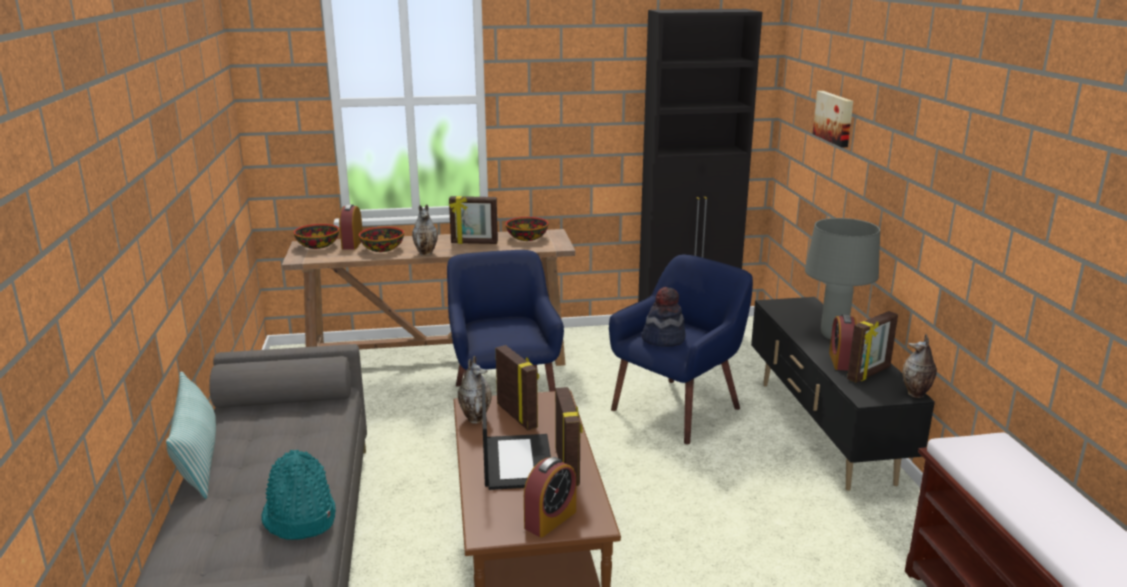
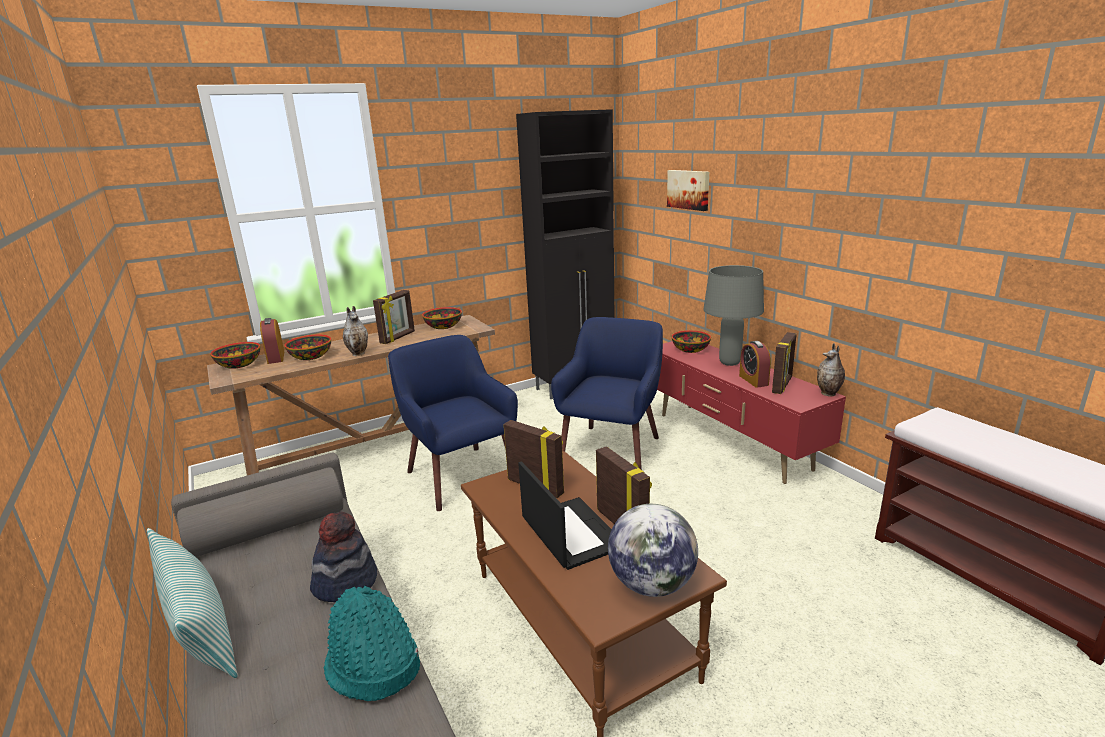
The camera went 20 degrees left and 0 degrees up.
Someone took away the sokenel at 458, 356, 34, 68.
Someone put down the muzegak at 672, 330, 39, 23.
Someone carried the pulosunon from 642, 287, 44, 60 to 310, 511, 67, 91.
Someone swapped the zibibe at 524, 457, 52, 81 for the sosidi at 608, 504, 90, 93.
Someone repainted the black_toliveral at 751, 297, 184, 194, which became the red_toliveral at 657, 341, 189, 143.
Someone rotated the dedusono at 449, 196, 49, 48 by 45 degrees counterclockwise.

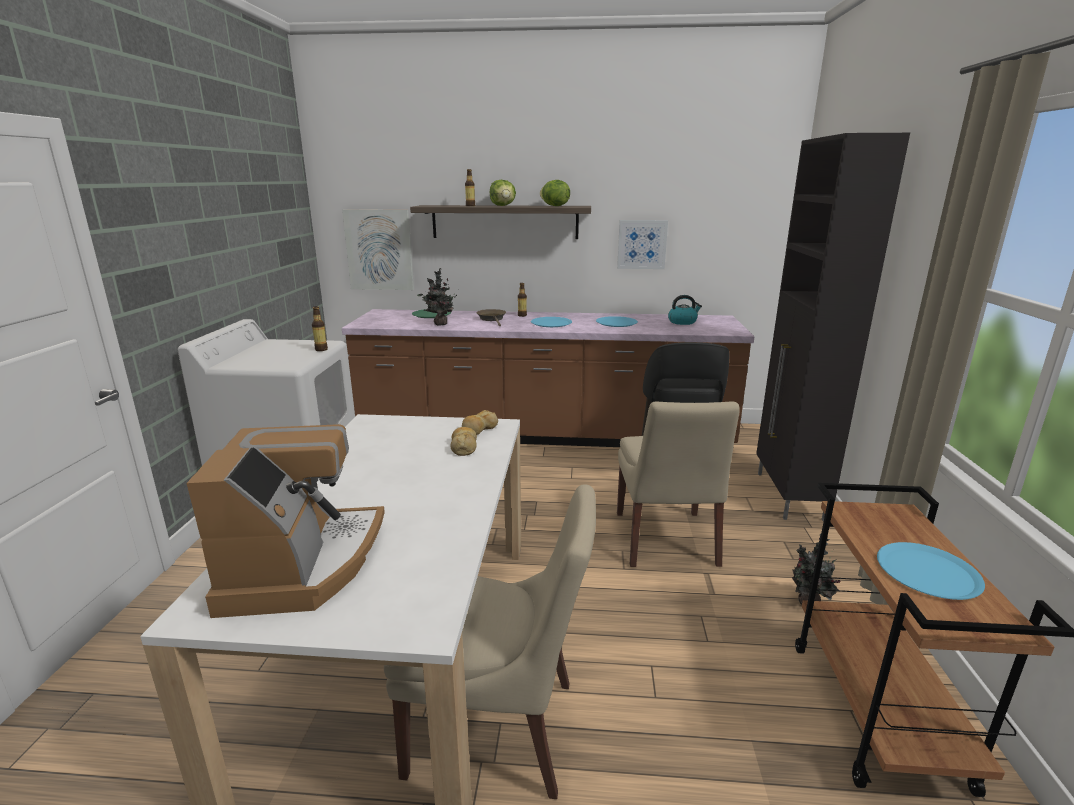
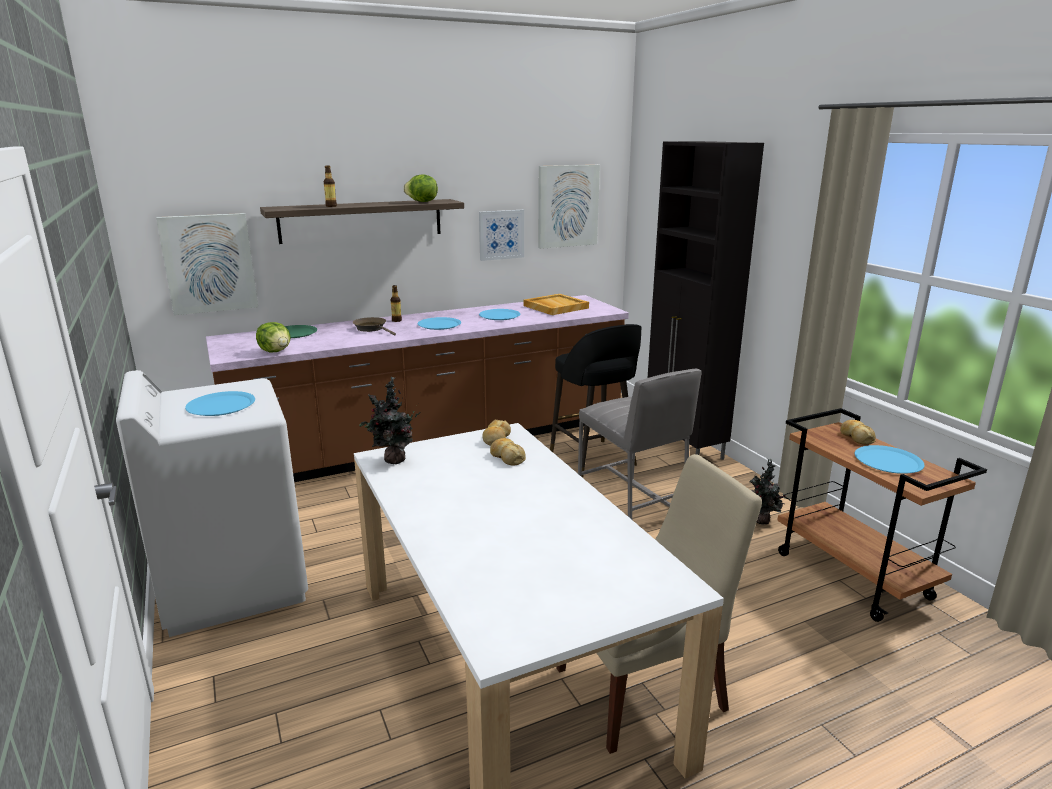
The camera went 30 degrees left and 0 degrees up.
Someone took away the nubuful at 186, 424, 199, 194.
Someone took away the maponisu at 312, 306, 16, 45.
Someone put down the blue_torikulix at 185, 391, 70, 25.
Someone put up the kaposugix at 538, 165, 62, 84.
Someone put down the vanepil at 840, 420, 36, 25.
Someone carried the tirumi from 417, 268, 40, 58 to 359, 377, 61, 87.
Someone carried the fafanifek from 490, 180, 26, 26 to 256, 322, 35, 31.
Someone swapped the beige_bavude at 617, 402, 123, 165 for the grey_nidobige at 578, 369, 124, 150.
Someone swapped the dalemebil at 668, 295, 34, 30 for the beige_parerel at 524, 294, 65, 21.

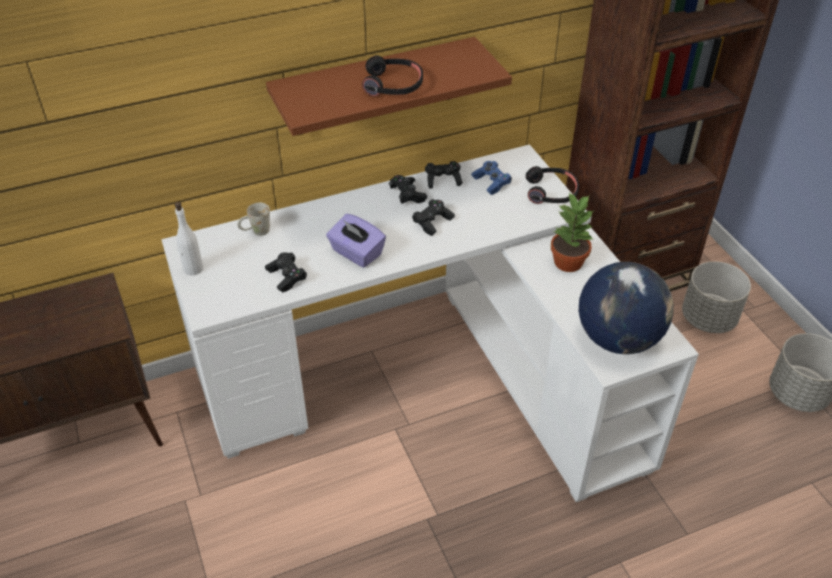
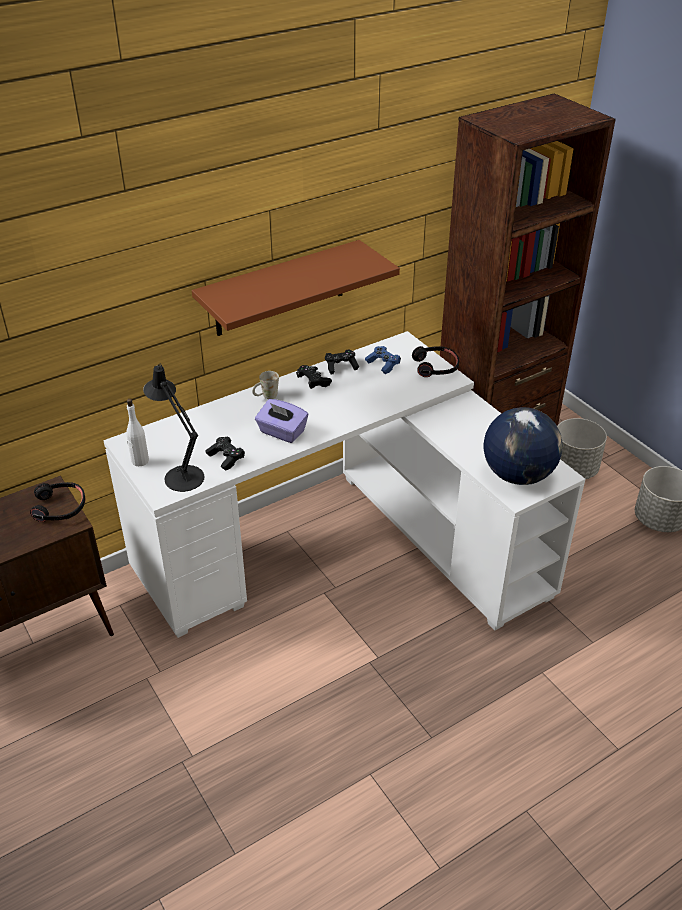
The camera went 10 degrees left and 5 degrees down.
Someone took away the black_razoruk at 412, 199, 43, 37.
Someone took away the tirumi at 551, 192, 42, 80.
Someone put down the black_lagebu at 143, 364, 62, 128.
Someone carried the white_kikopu from 237, 203, 33, 33 to 252, 371, 27, 28.
Someone carried the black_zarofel from 362, 56, 61, 41 to 30, 482, 55, 40.

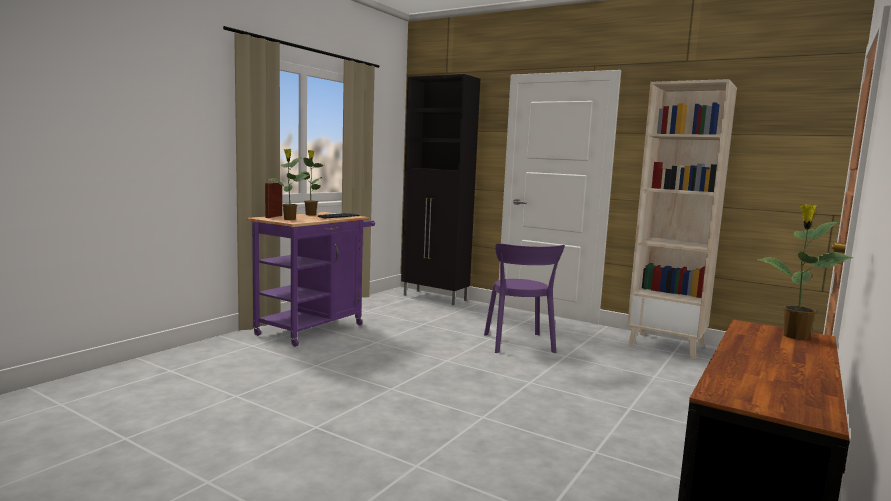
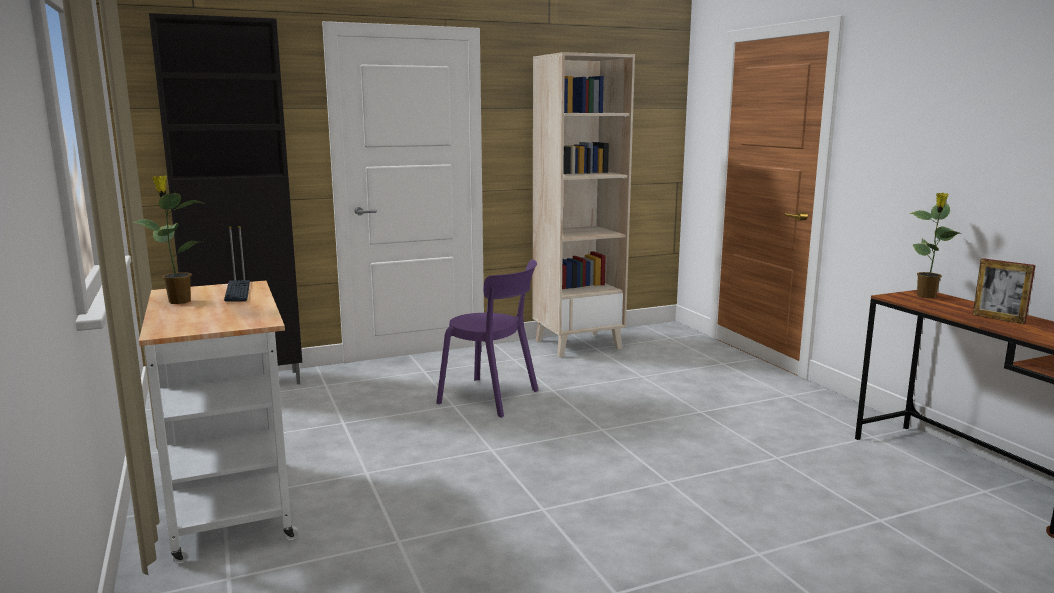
The camera went 55 degrees left and 5 degrees up.
Someone took away the tirumi at 268, 149, 42, 71.
Someone carried the dedusono from 265, 182, 17, 36 to 973, 258, 63, 66.
Someone repainted the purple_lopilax at 247, 212, 128, 135, which became the white_lopilax at 139, 281, 160, 283.

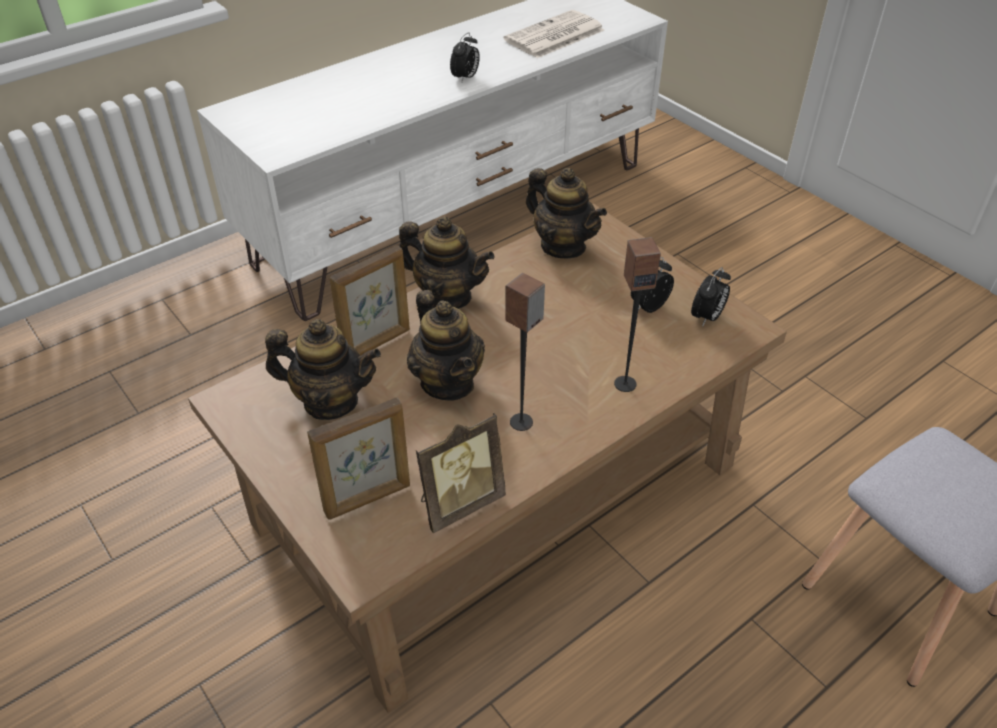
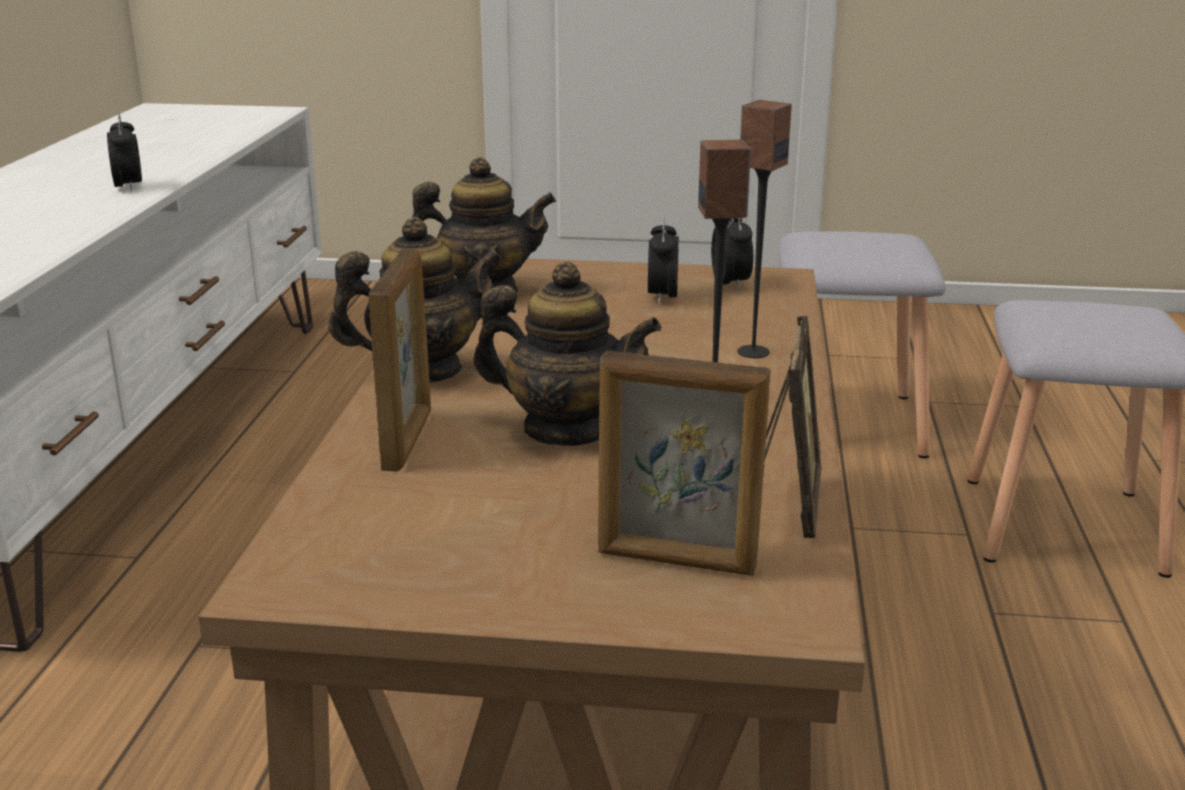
The camera went 45 degrees left and 20 degrees down.
Someone took away the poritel at 265, 319, 116, 101.
Someone took away the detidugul at 504, 10, 100, 48.
Someone put down the grey_nidobige at 779, 231, 167, 227.
Someone rotated the dedusono at 307, 397, 103, 123 by 90 degrees clockwise.

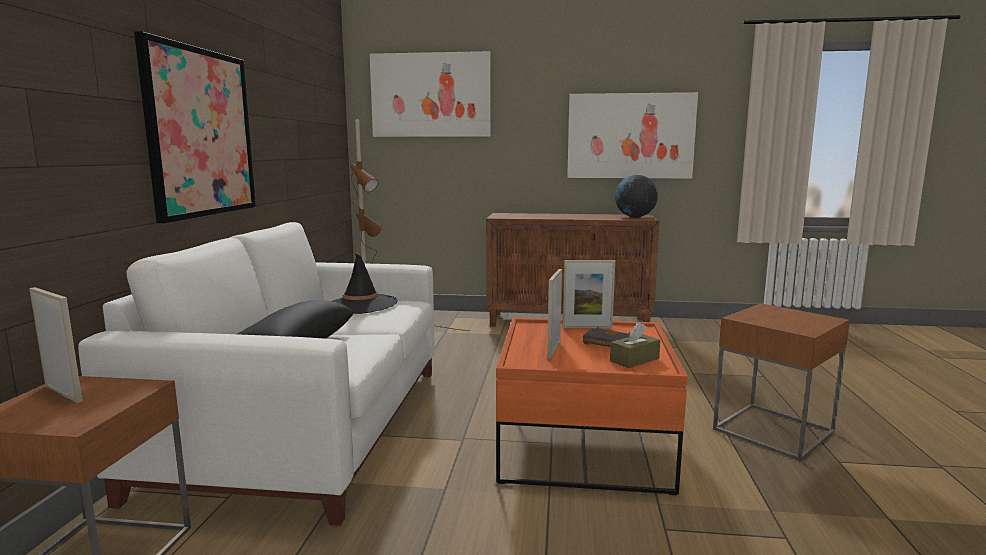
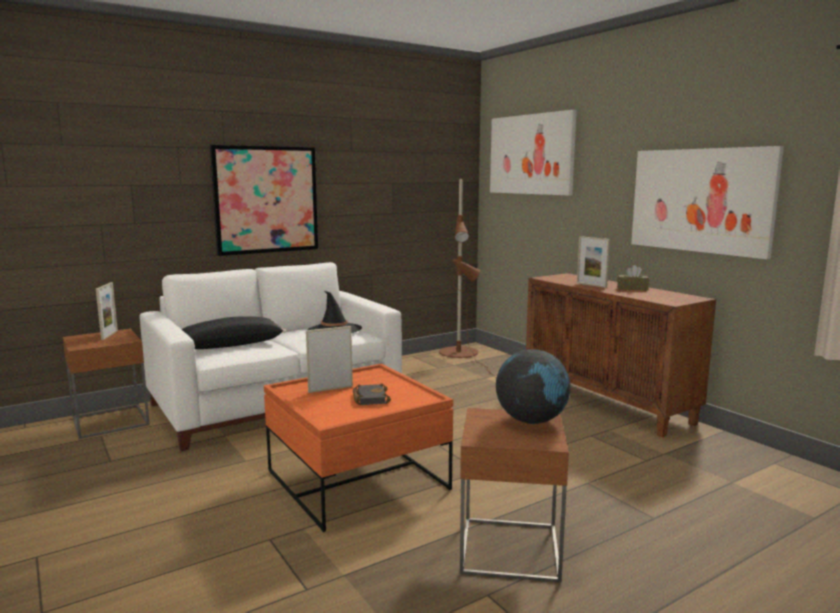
The camera went 50 degrees right and 0 degrees up.
Someone carried the dedusono from 563, 260, 52, 68 to 577, 236, 33, 52.
Someone carried the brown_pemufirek from 610, 322, 50, 46 to 617, 265, 32, 26.
Someone carried the sosidi from 615, 175, 43, 43 to 496, 349, 75, 75.

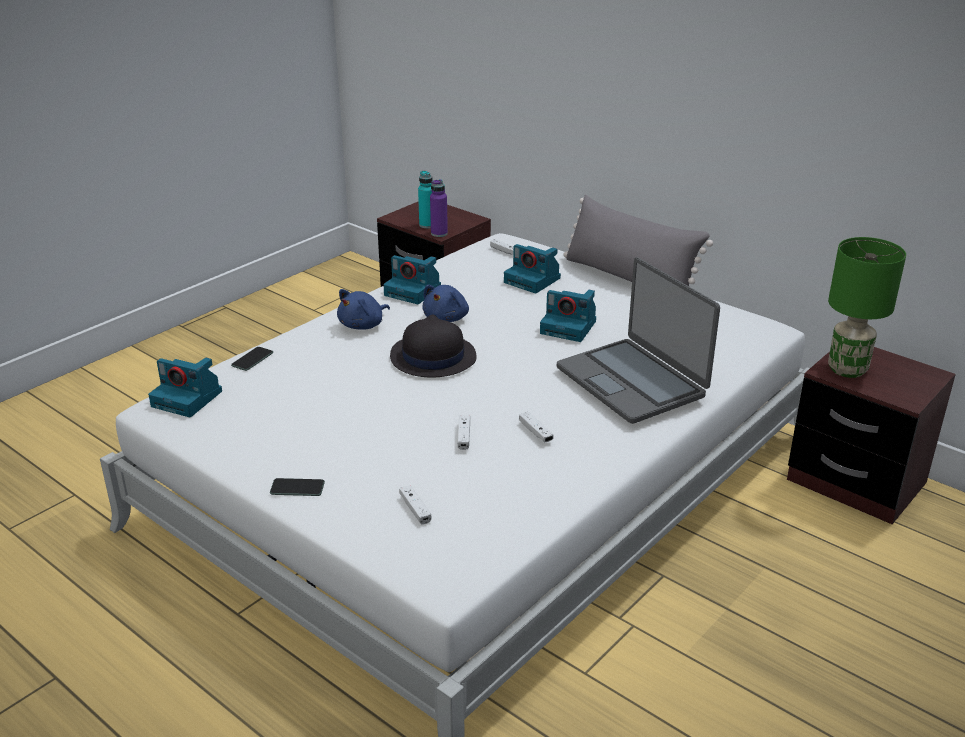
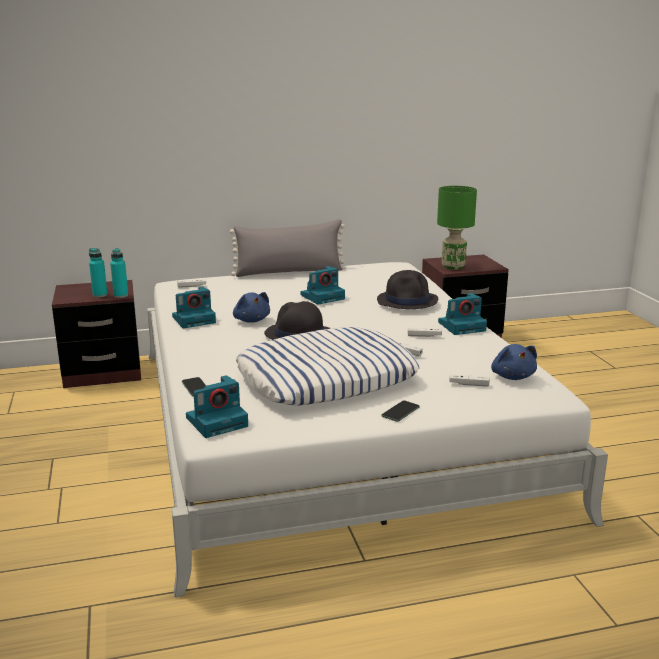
The camera went 55 degrees left and 10 degrees down.
Someone put down the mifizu at 236, 327, 184, 78.
Someone carried the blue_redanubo from 337, 289, 53, 41 to 491, 344, 46, 36.
Someone carried the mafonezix from 504, 244, 57, 49 to 438, 293, 49, 42.
Someone swapped the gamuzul at 557, 257, 163, 167 for the black_pulosunon at 377, 270, 61, 39.
Someone repainted the purple_maponisu at 430, 179, 18, 58, which became the turquoise_maponisu at 110, 248, 18, 50.

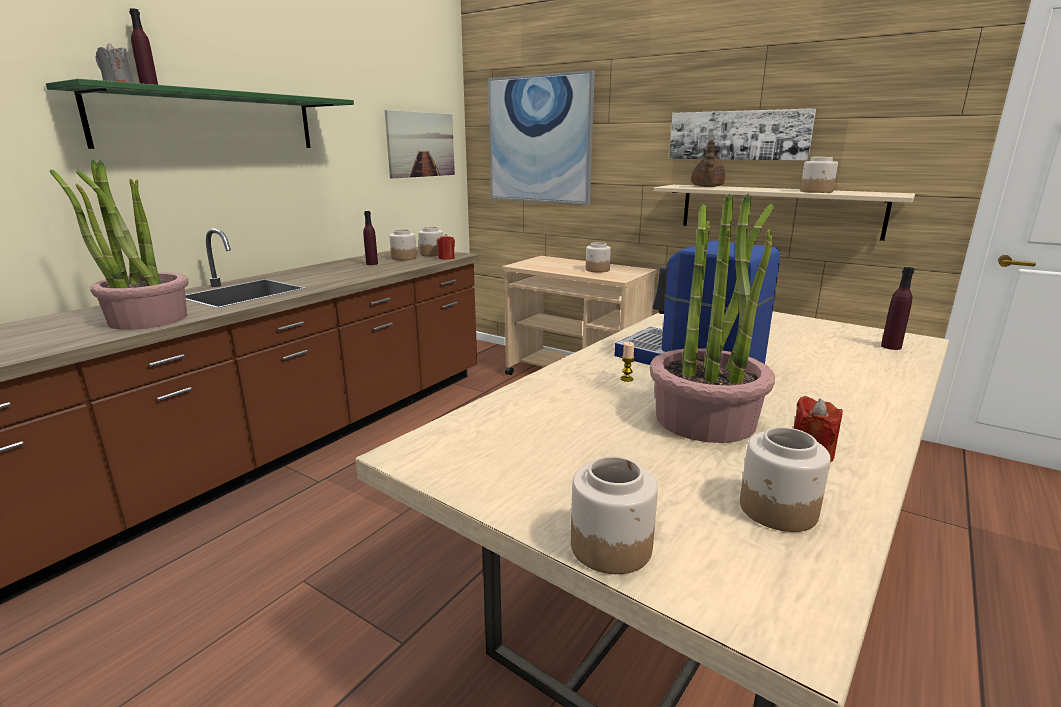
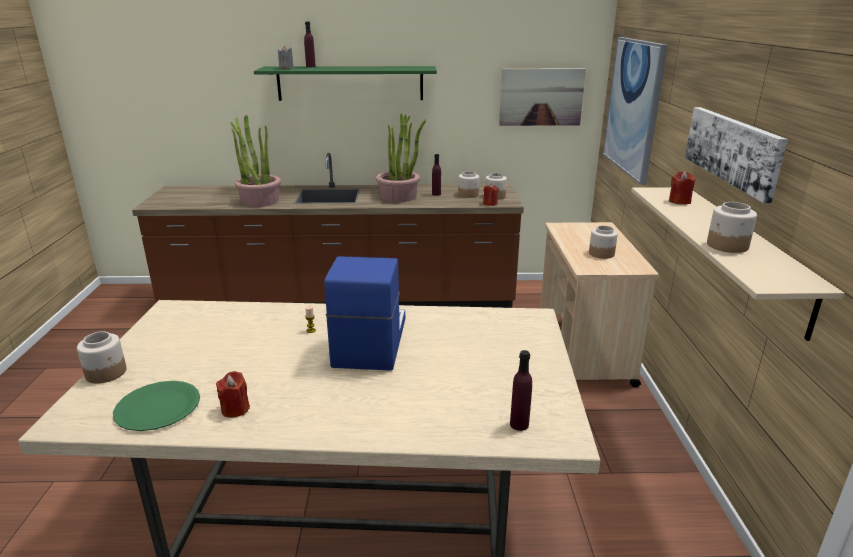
The camera went 55 degrees right and 5 degrees up.
Someone carried the tirumi from 650, 194, 125, 249 to 376, 113, 50, 89.
Someone swapped the brown_poritel at 691, 140, 34, 47 for the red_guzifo at 669, 171, 26, 34.
Someone swapped the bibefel at 740, 427, 91, 105 for the green_torikulix at 113, 381, 87, 50.

